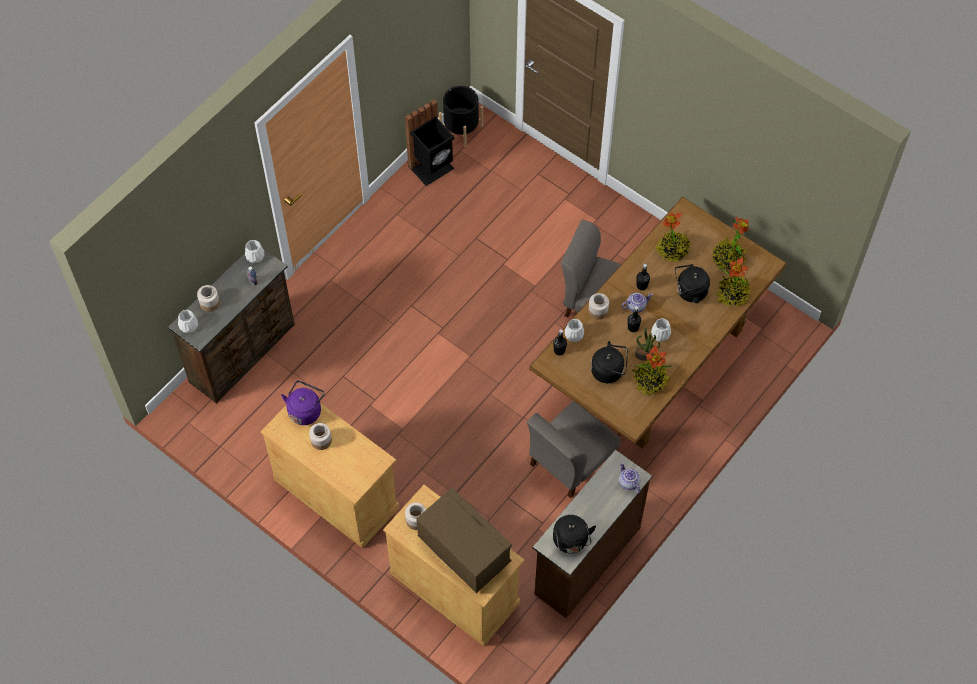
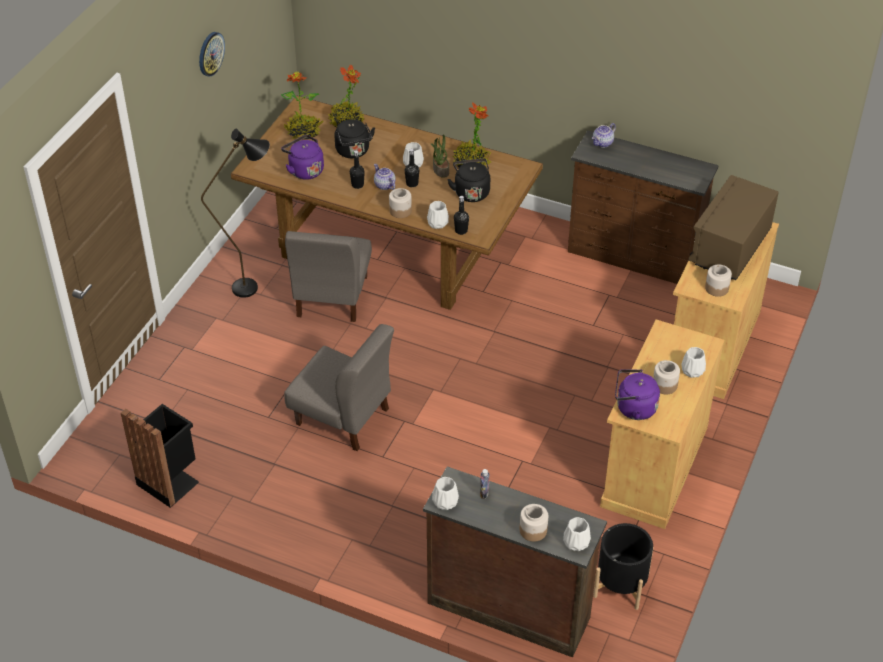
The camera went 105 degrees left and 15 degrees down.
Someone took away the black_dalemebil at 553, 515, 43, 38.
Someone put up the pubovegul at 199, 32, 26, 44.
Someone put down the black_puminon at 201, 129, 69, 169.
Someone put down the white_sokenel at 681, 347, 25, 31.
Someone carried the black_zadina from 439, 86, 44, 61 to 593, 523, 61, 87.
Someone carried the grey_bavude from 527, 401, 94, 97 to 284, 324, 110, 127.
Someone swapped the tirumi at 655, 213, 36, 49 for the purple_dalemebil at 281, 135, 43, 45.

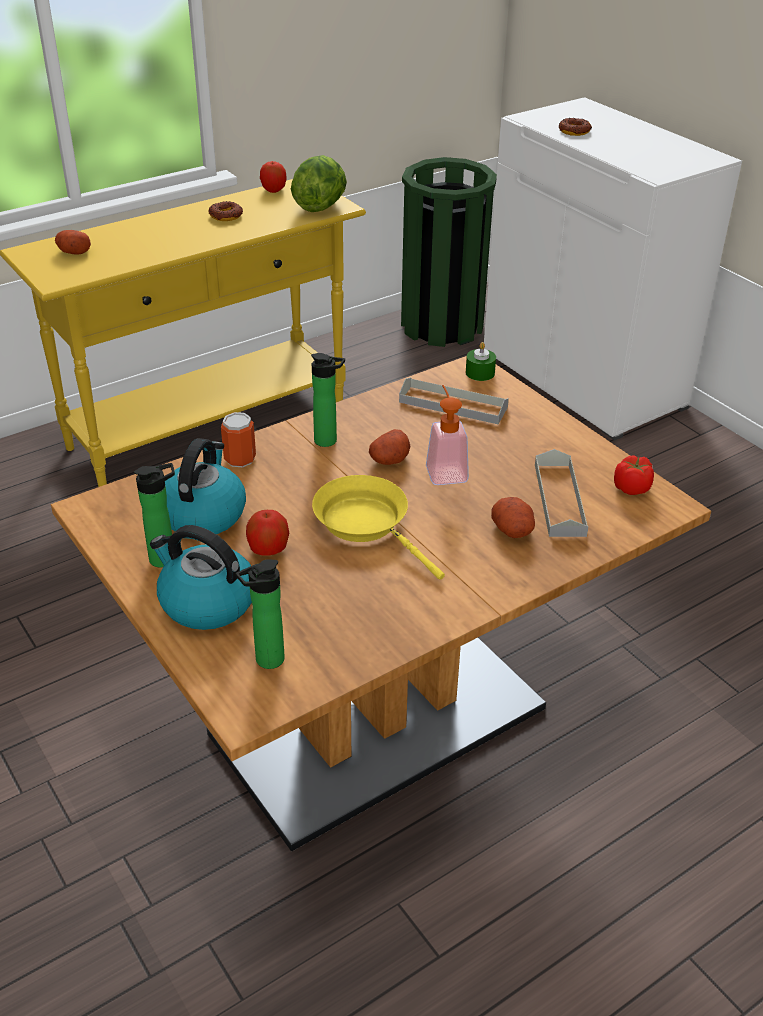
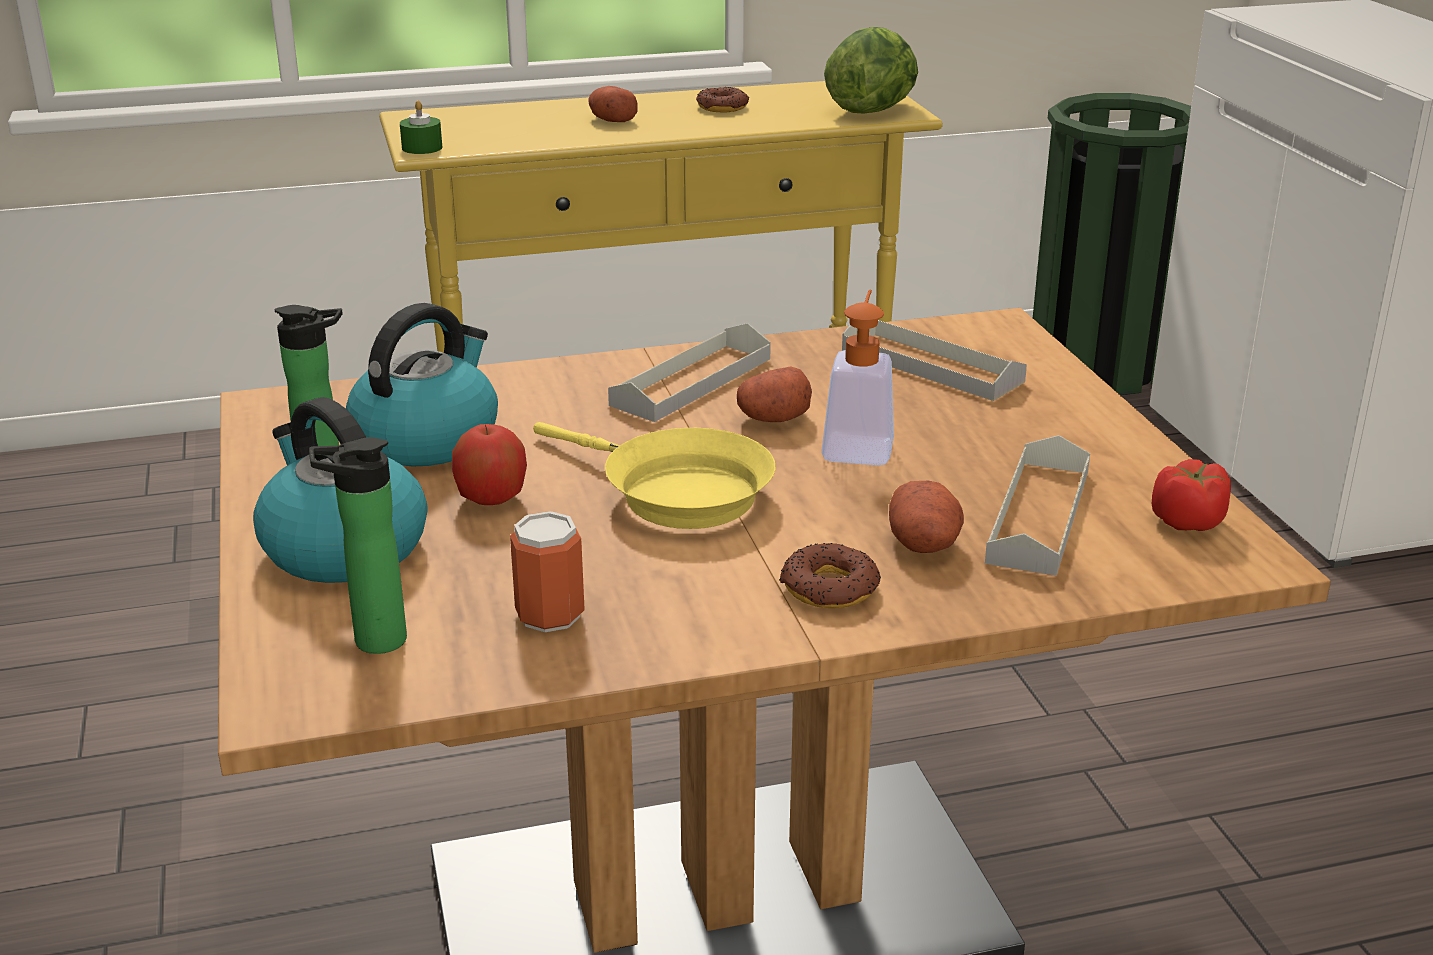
The camera went 20 degrees right and 10 degrees down.
Someone took away the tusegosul at 260, 161, 27, 32.
Someone carried the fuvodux from 55, 230, 36, 25 to 588, 86, 50, 36.
Someone carried the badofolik from 221, 412, 35, 56 to 510, 511, 75, 121.
Someone carried the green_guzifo from 466, 342, 30, 39 to 400, 100, 42, 54.
Someone carried the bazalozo from 559, 118, 33, 18 to 779, 543, 102, 65.
Someone swapped the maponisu at 311, 353, 34, 94 for the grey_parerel at 608, 323, 163, 99.
Someone rotated the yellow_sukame at 312, 475, 133, 105 by 150 degrees clockwise.

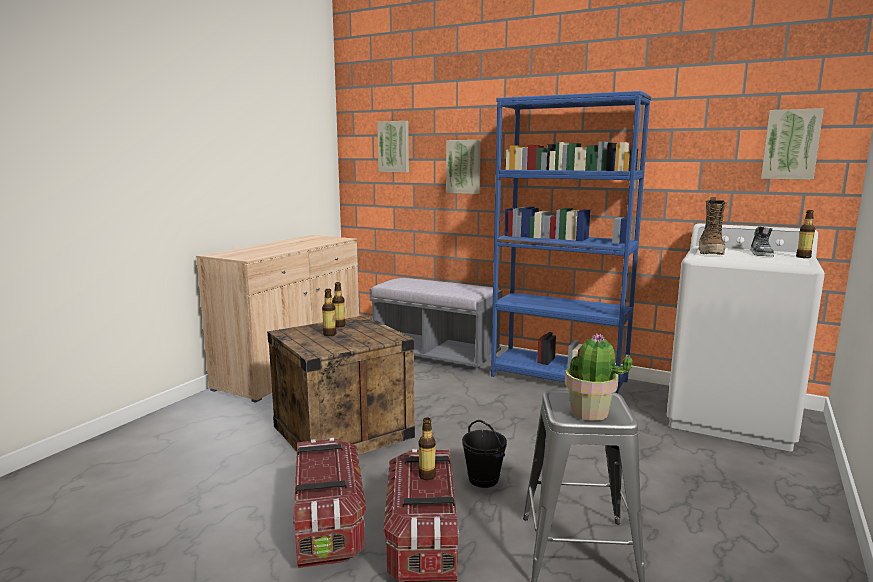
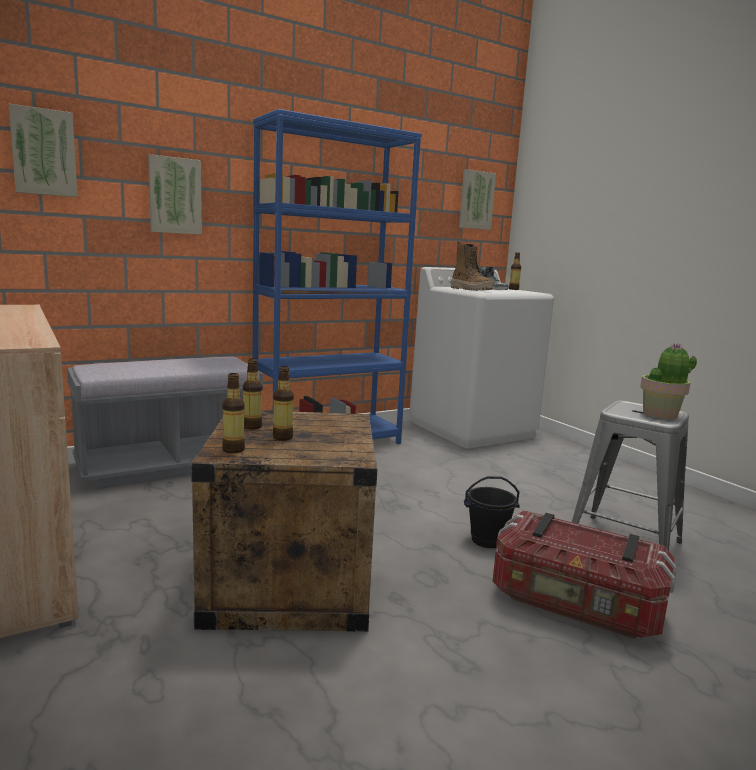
The camera went 60 degrees left and 0 degrees up.
Someone took away the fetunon at 293, 437, 73, 131.
Someone carried the maponisu from 419, 417, 17, 63 to 222, 373, 23, 80.

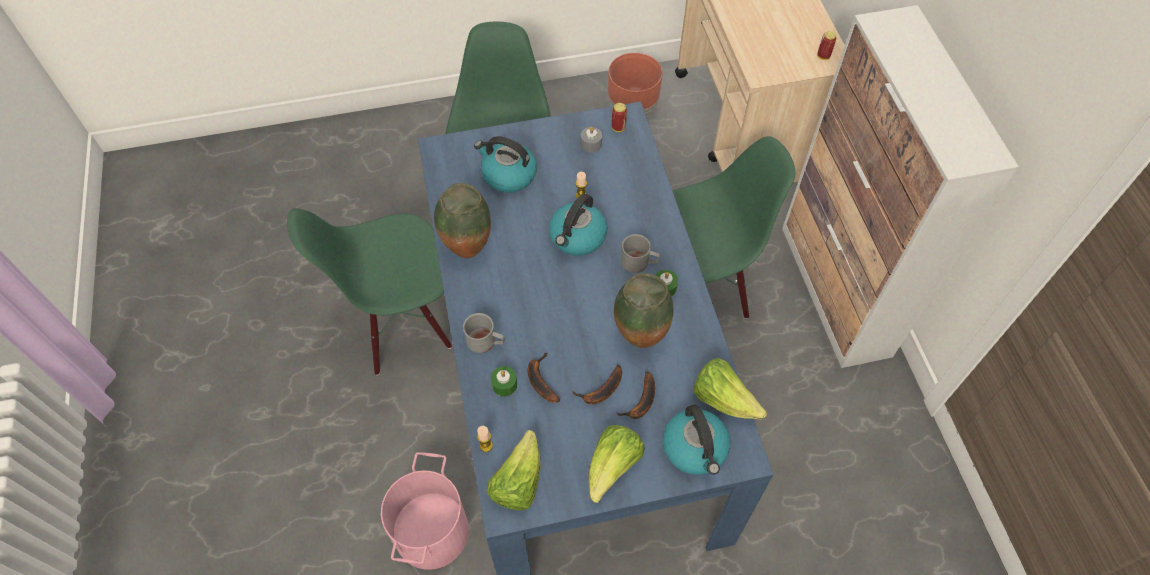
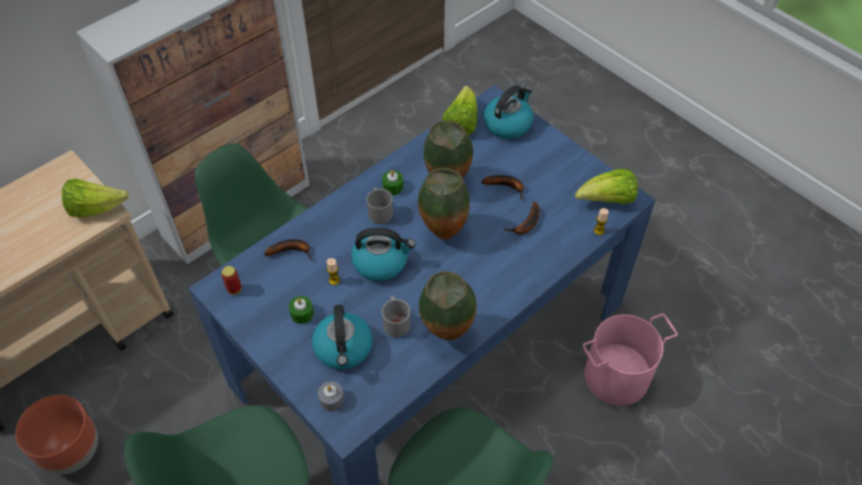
The camera went 120 degrees left and 5 degrees down.
Someone took away the badofolik at 817, 31, 19, 29.
Someone put down the sokenel at 418, 168, 52, 72.
Someone carried the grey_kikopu from 463, 313, 42, 40 to 381, 296, 30, 41.
Someone carried the green_guzifo from 491, 366, 26, 31 to 289, 296, 25, 28.
Someone carried the grey_guzifo from 581, 127, 21, 26 to 318, 381, 26, 30.
Someone carried the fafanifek from 588, 425, 57, 78 to 62, 178, 67, 40.
Someone carried the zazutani from 616, 371, 39, 48 to 264, 239, 48, 21.

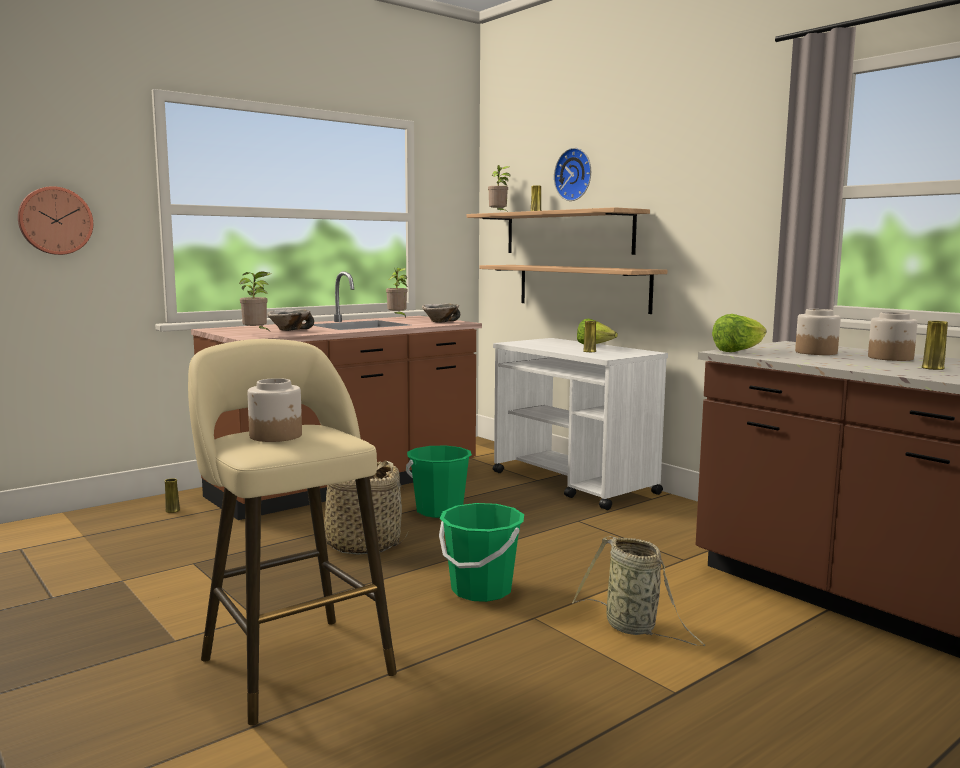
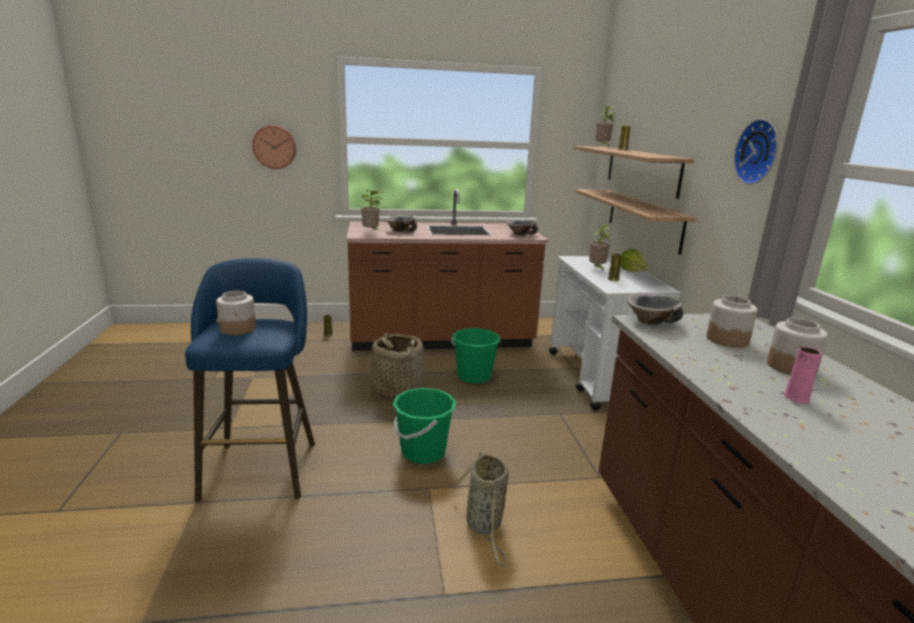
The camera went 30 degrees right and 10 degrees up.
Someone carried the tirumi from 386, 268, 22, 50 to 589, 224, 21, 47.
Someone carried the pubovegul from 554, 148, 37, 53 to 734, 119, 44, 65.
Someone swapped the fafanifek at 712, 314, 55, 38 for the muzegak at 627, 293, 56, 32.
Someone repainted the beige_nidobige at 188, 339, 209, 386, which became the blue_nidobige at 185, 258, 130, 244.
Someone repainted the yellow_sokenel at 922, 321, 26, 49, which became the pink_sokenel at 784, 347, 38, 56.

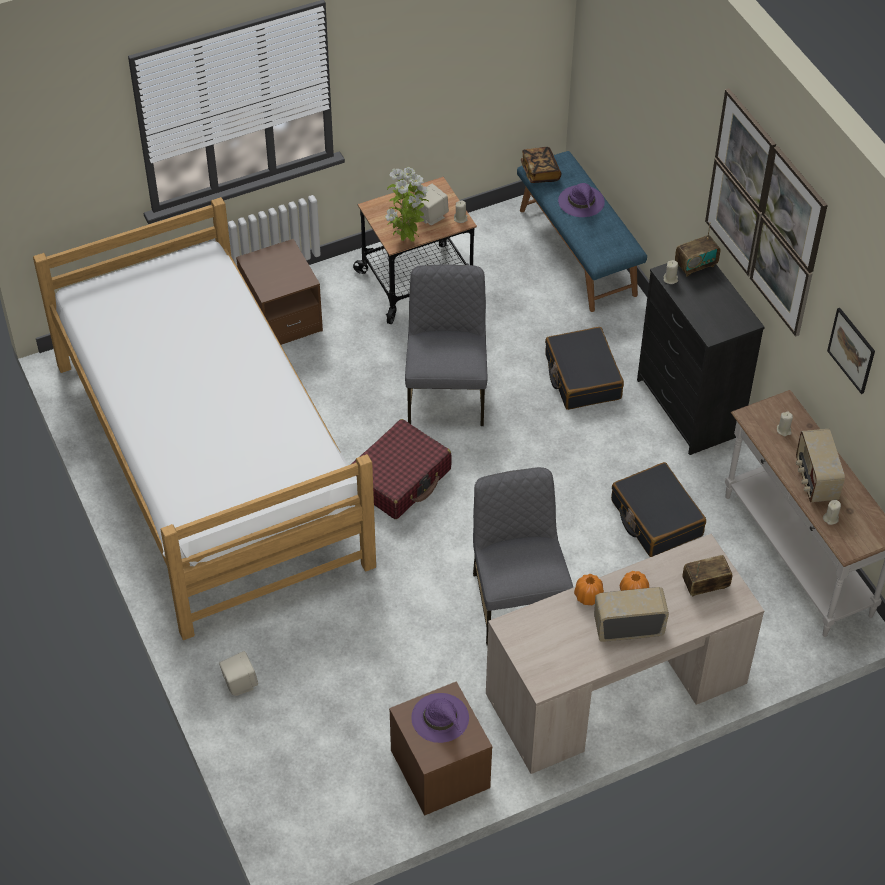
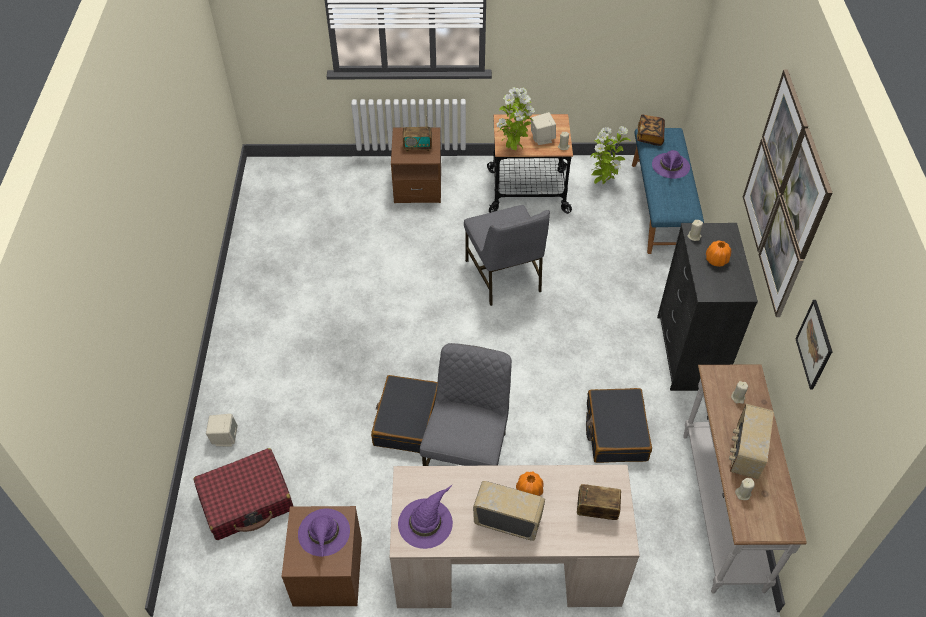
The camera went 25 degrees right and 0 degrees up.
Someone took away the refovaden at 33, 197, 343, 443.
Someone put down the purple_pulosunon at 398, 485, 55, 64.
Someone put down the tirumi at 590, 126, 41, 59.
Someone carried the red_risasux from 350, 419, 102, 100 to 193, 448, 100, 92.
Someone carried the black_risasux from 545, 327, 79, 83 to 371, 375, 67, 78.
Someone carried the orange_sokenel from 574, 574, 30, 31 to 706, 240, 25, 27.
Someone carried the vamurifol from 675, 222, 46, 54 to 403, 115, 29, 37.
Someone rotated the grey_bavude at 405, 264, 82, 162 by 135 degrees clockwise.

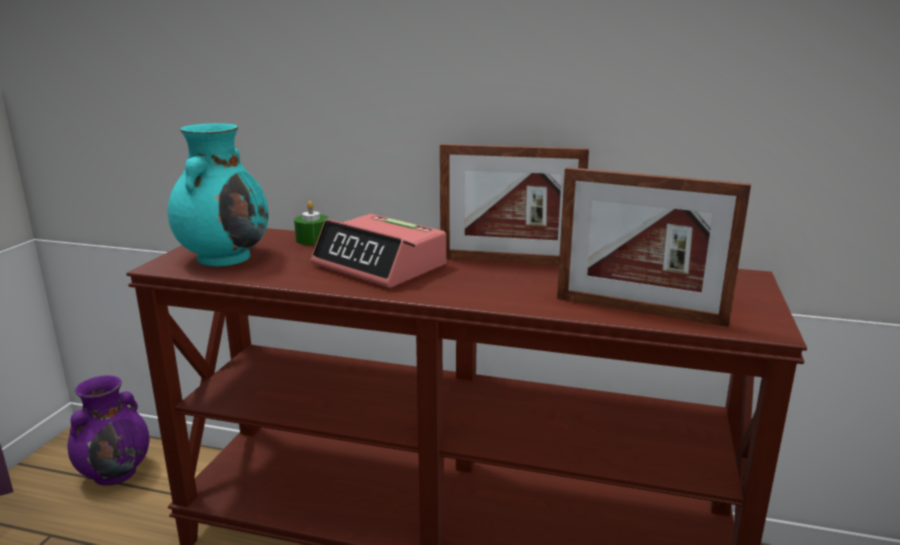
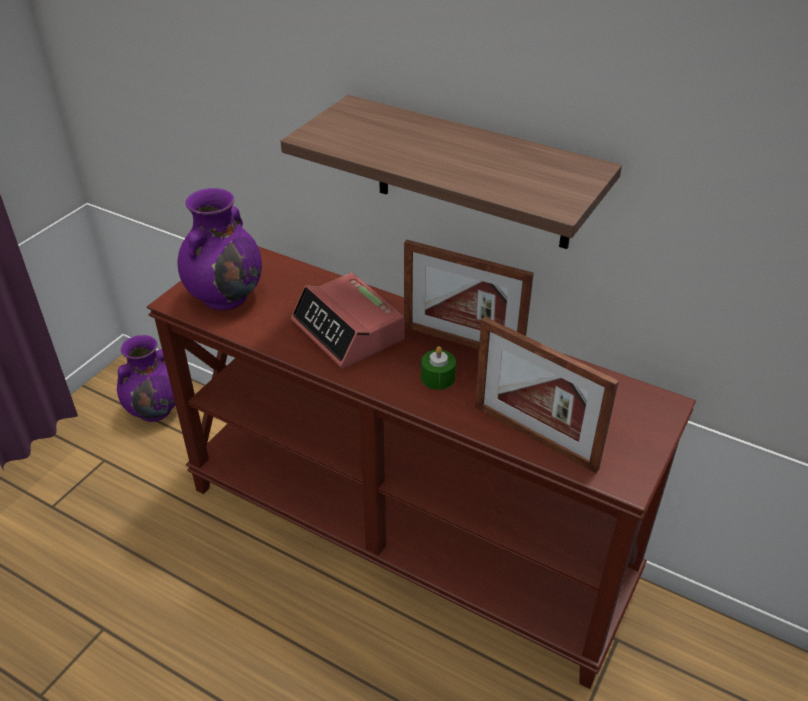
The camera went 15 degrees right and 20 degrees up.
Someone put up the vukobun at 281, 95, 341, 154.
Someone carried the green_guzifo from 294, 201, 34, 44 to 421, 346, 35, 44.
Someone repainted the turquoise_sokenel at 168, 123, 101, 144, which became the purple_sokenel at 177, 188, 85, 122.

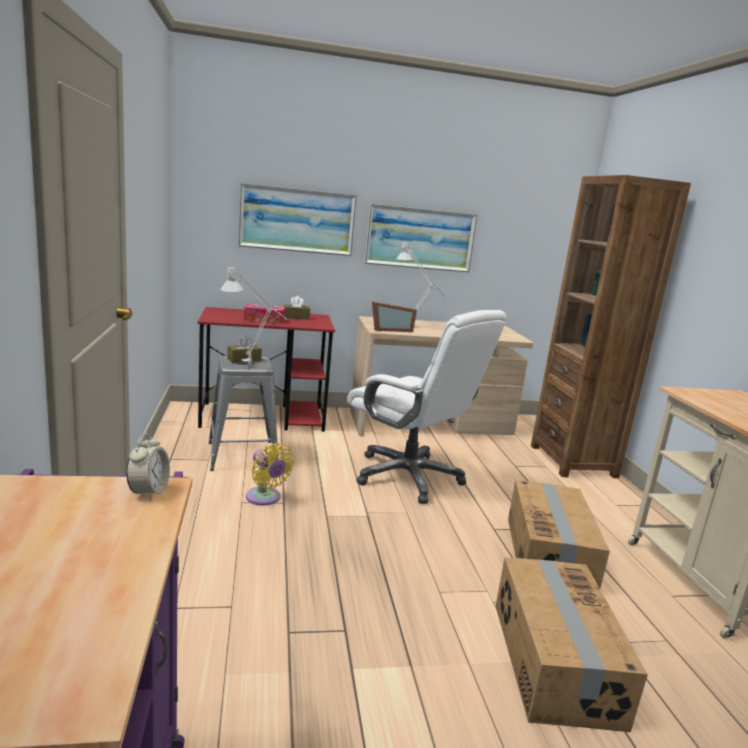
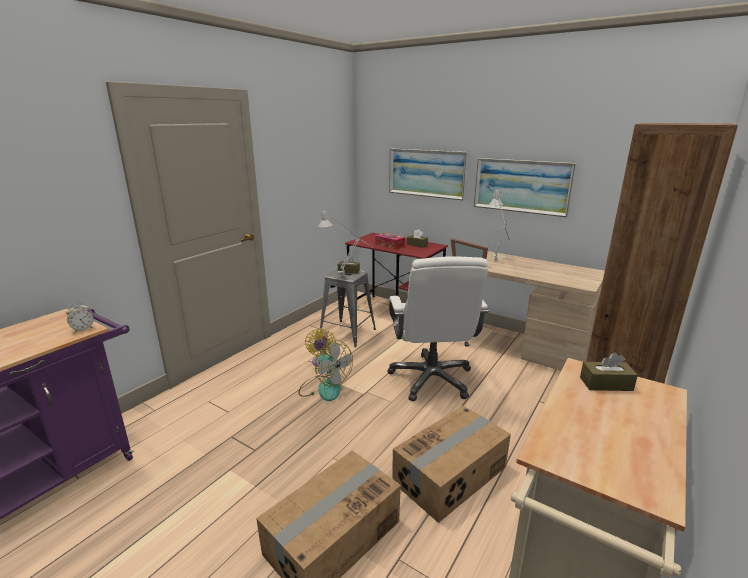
The camera went 45 degrees right and 5 degrees up.
Someone put down the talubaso at 299, 341, 54, 60.
Someone put down the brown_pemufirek at 580, 352, 58, 39.

